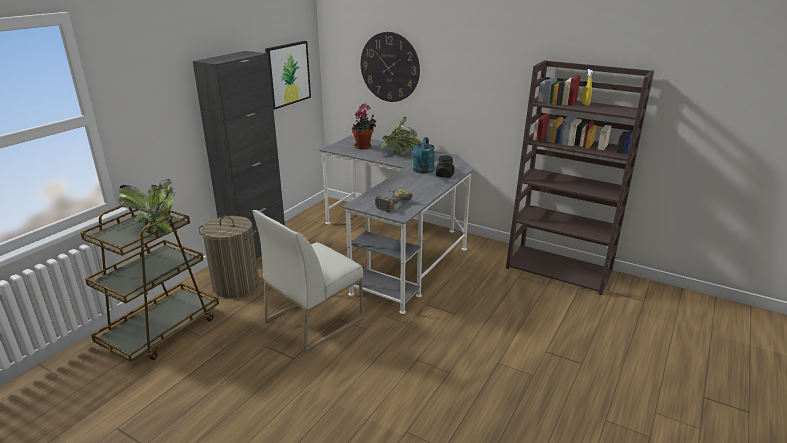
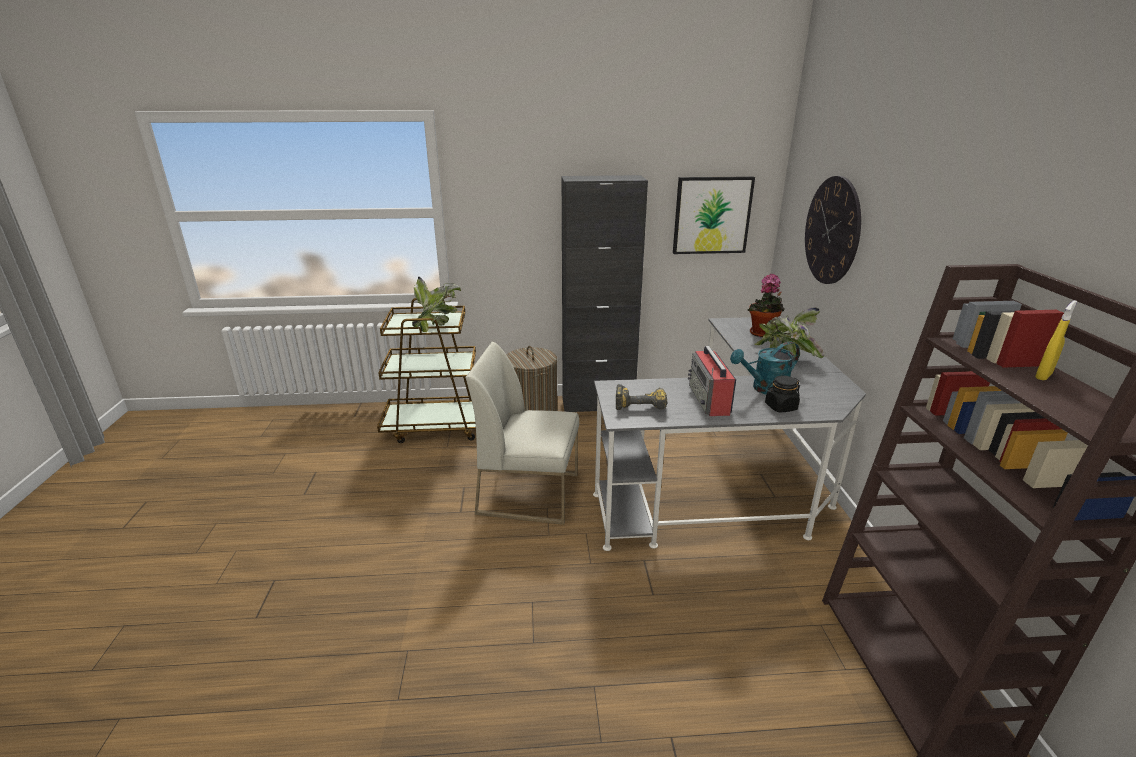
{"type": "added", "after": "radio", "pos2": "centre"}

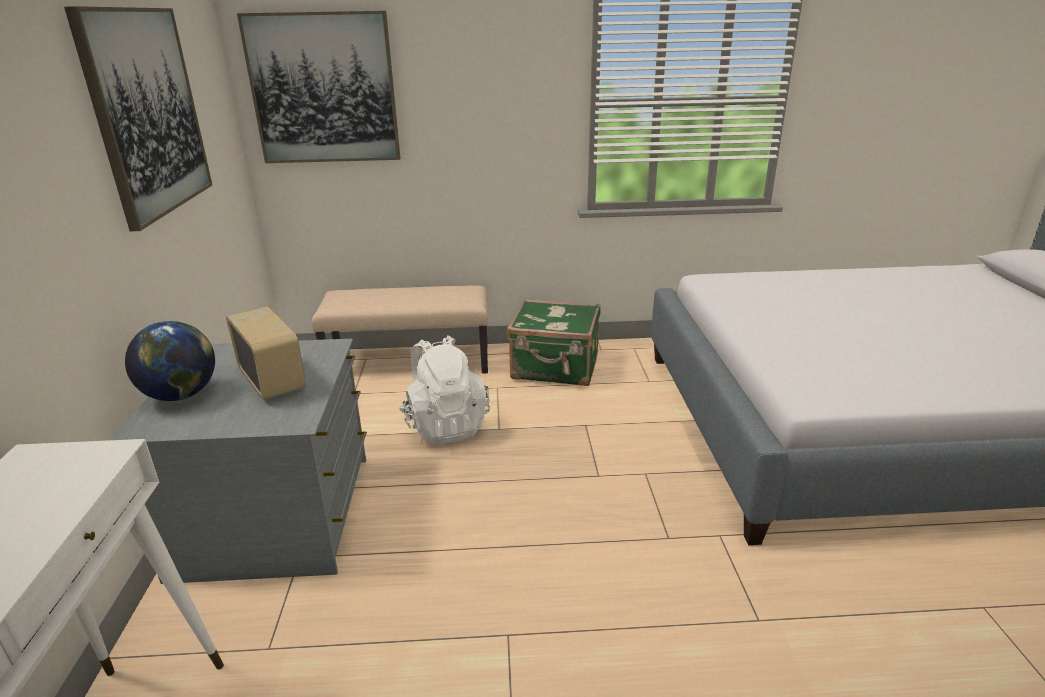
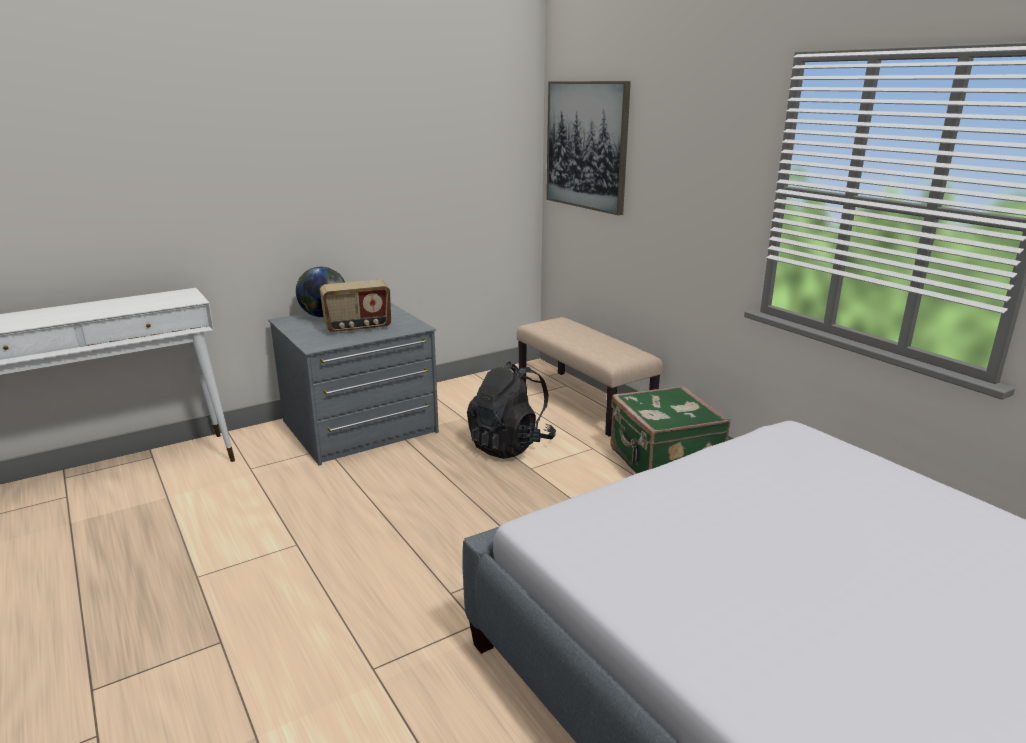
{"type": "removed", "before": "picture (1st from left)", "pos1": "top left"}
{"type": "turned", "before": "radio", "pos1": "middle left", "pos2": "centre", "turn": 45}
{"type": "recoloured", "before": "backpack/white", "after": "backpack/black", "pos1": "centre", "pos2": "centre"}

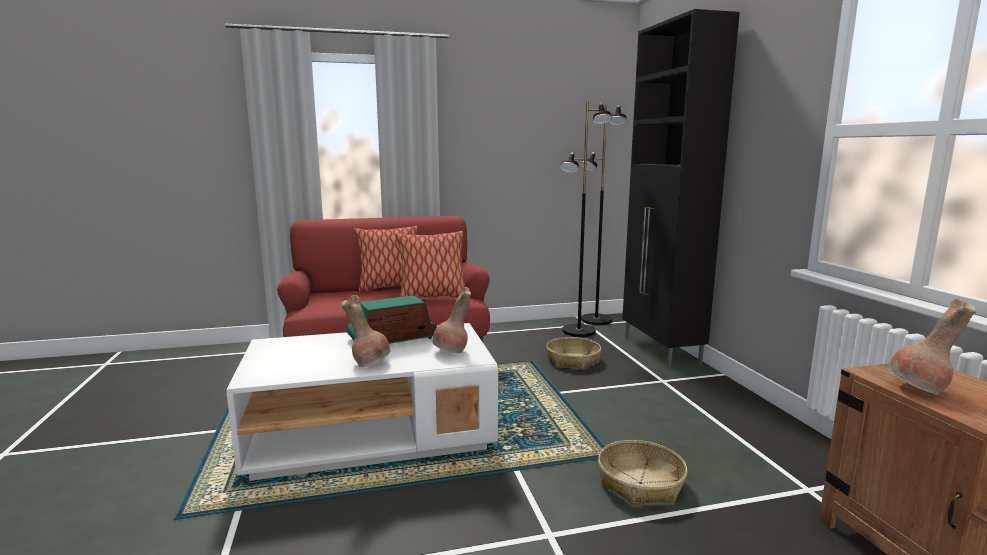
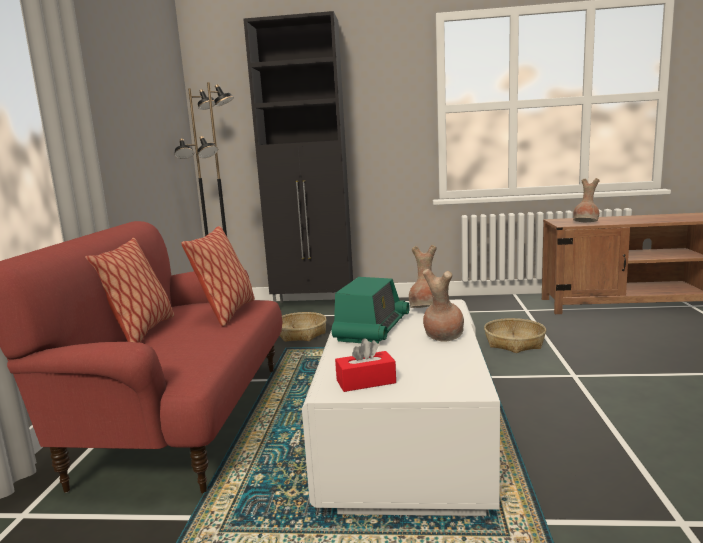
{"type": "turned", "before": "radio", "pos1": "centre", "pos2": "centre", "turn": -150}
{"type": "added", "after": "tissue box/red", "pos2": "bottom centre"}

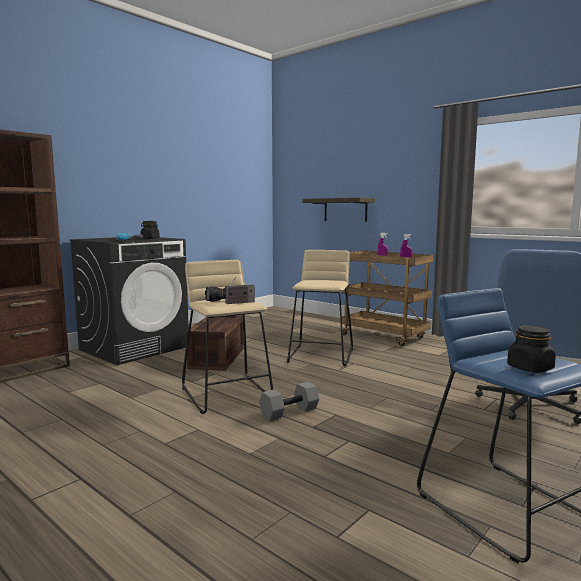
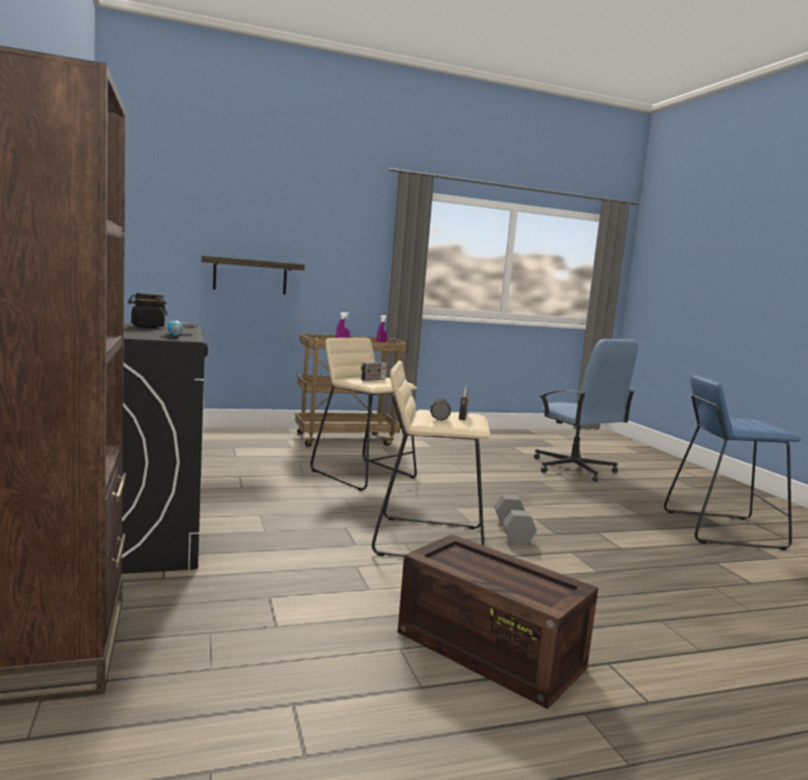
{"type": "moved", "before": "crate", "pos1": "centre", "pos2": "bottom centre"}
{"type": "removed", "before": "jar/black (2nd from left)", "pos1": "middle right"}
{"type": "added", "after": "radio (1st from left)", "pos2": "centre"}

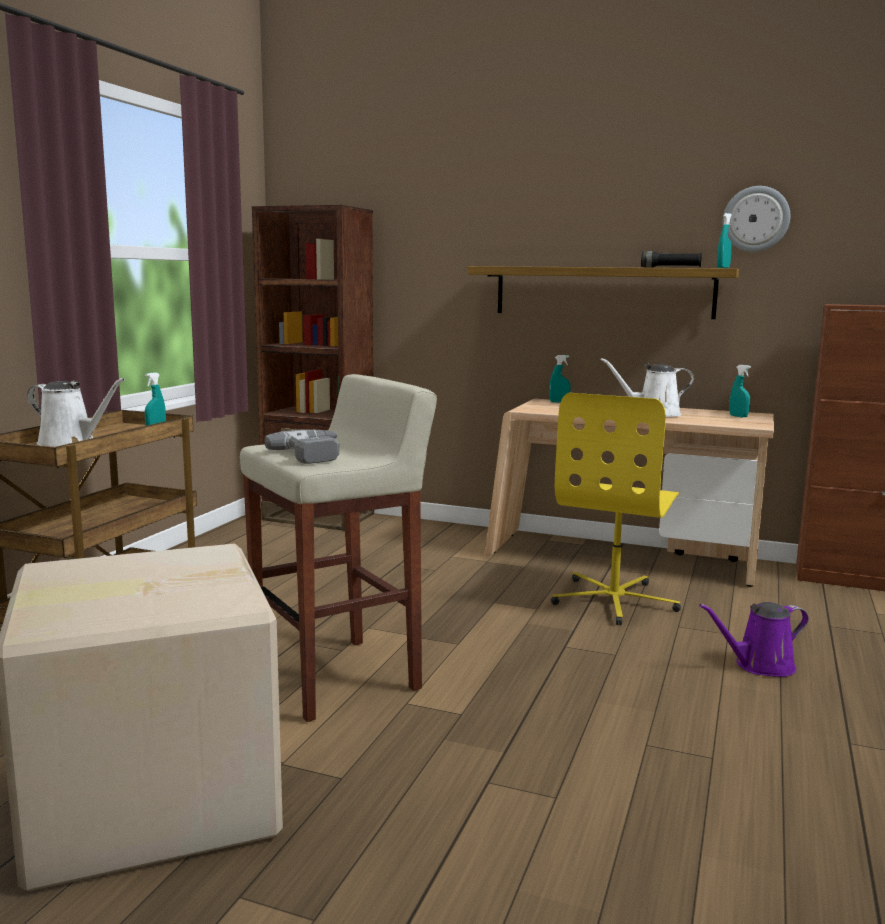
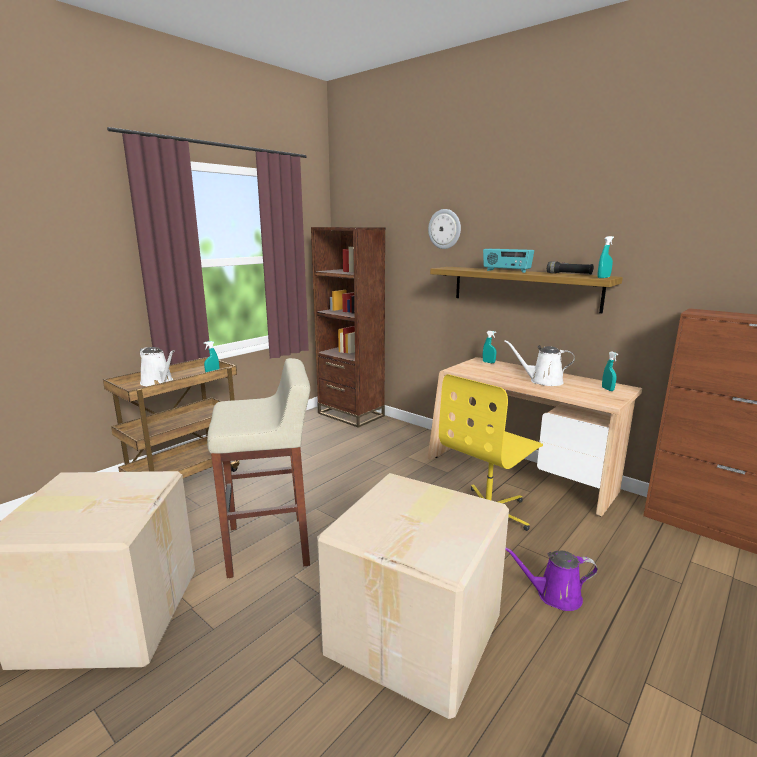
{"type": "removed", "before": "power drill", "pos1": "centre"}
{"type": "moved", "before": "wall clock", "pos1": "top right", "pos2": "top centre"}
{"type": "added", "after": "cardboard box (2nd from left)", "pos2": "bottom centre"}
{"type": "added", "after": "radio", "pos2": "middle right"}

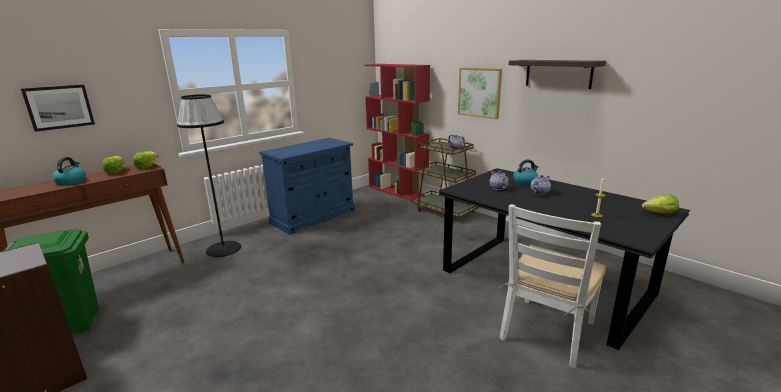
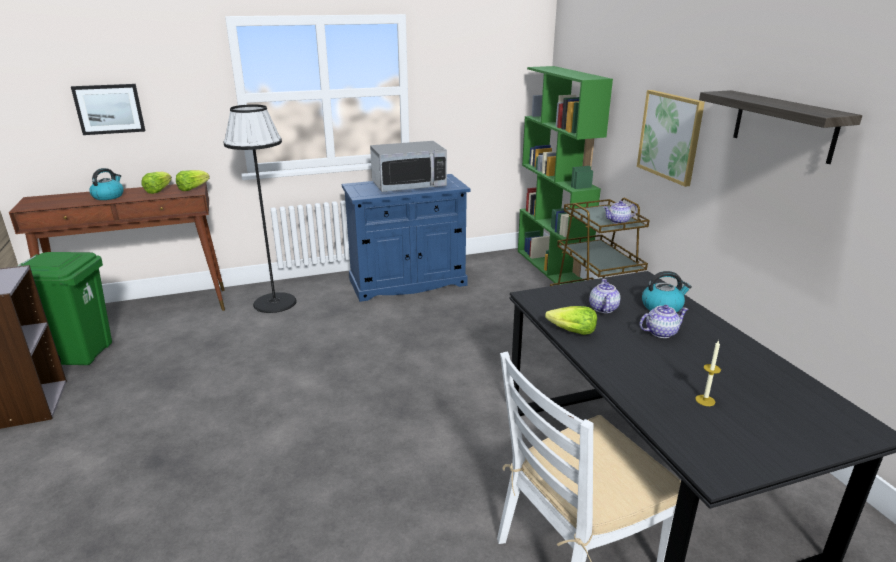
{"type": "recoloured", "before": "bookcase/red", "after": "bookcase/green", "pos1": "centre", "pos2": "top centre"}
{"type": "moved", "before": "lettuce (3rd from left)", "pos1": "middle right", "pos2": "centre"}
{"type": "added", "after": "microwave", "pos2": "top centre"}

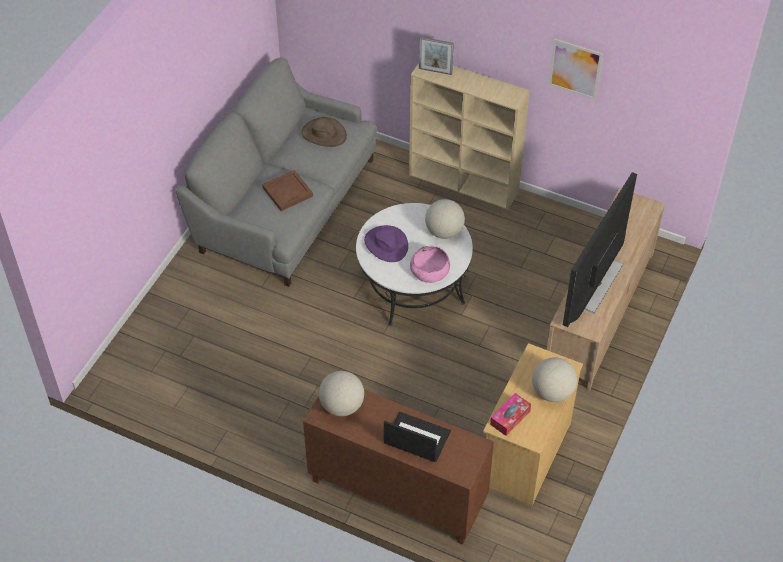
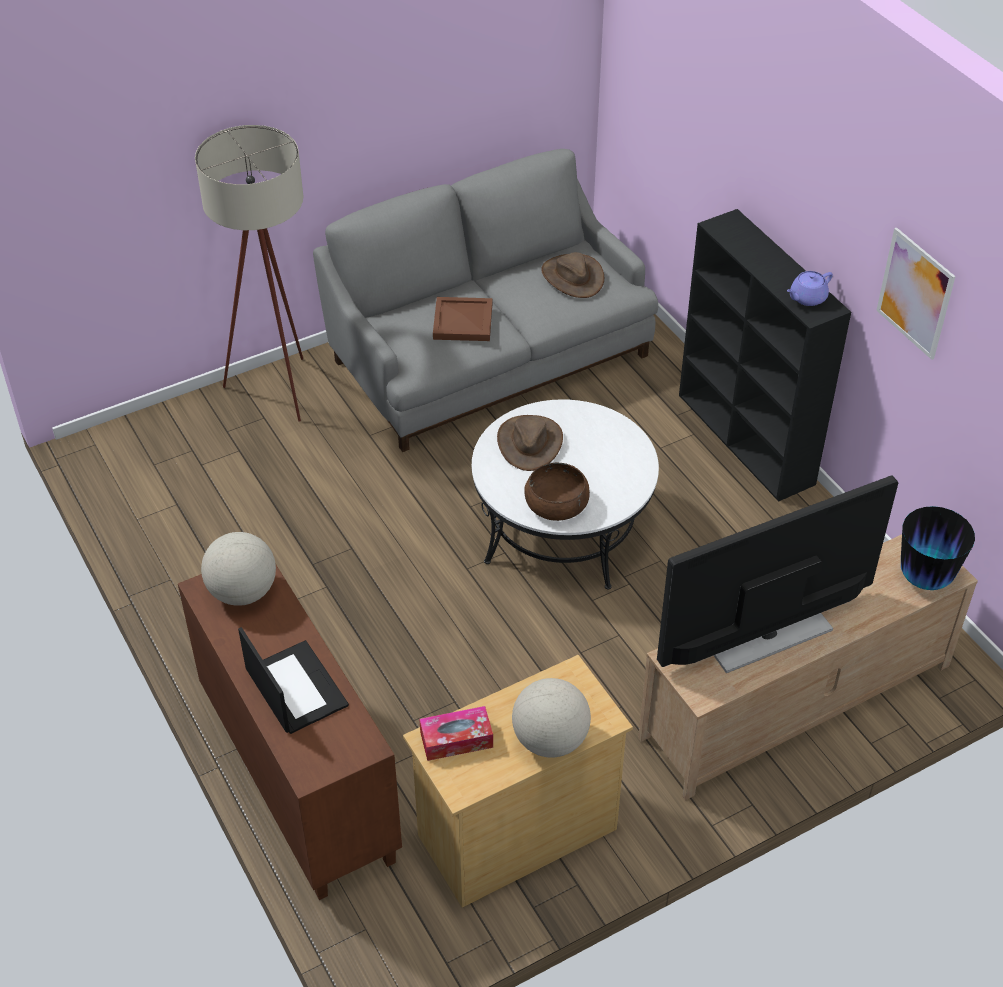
{"type": "recoloured", "before": "hat/purple", "after": "hat/brown (1st from left)", "pos1": "centre", "pos2": "centre"}
{"type": "recoloured", "before": "bookcase/beige", "after": "bookcase/black", "pos1": "top centre", "pos2": "middle right"}
{"type": "recoloured", "before": "bowl/pink", "after": "bowl/brown", "pos1": "centre", "pos2": "centre"}
{"type": "removed", "before": "picture frame", "pos1": "top centre"}
{"type": "removed", "before": "globe (2nd from left)", "pos1": "centre"}
{"type": "added", "after": "floor lamp/beige", "pos2": "top left"}
{"type": "added", "after": "teapot/purple", "pos2": "top right"}
{"type": "added", "after": "vase", "pos2": "middle right"}

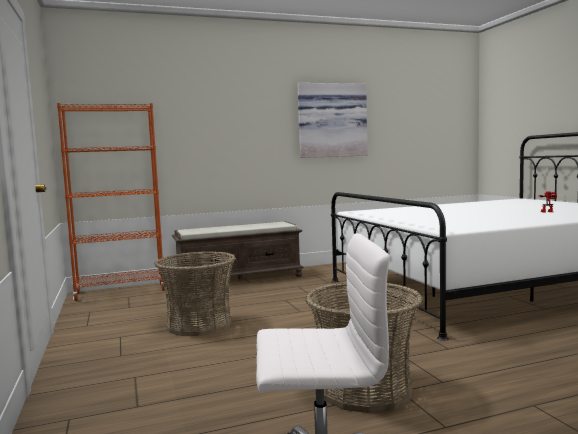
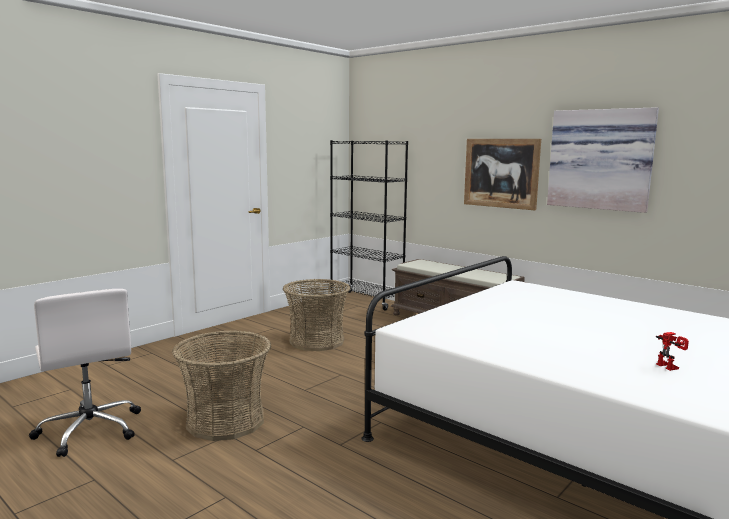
{"type": "recoloured", "before": "bookcase/orange", "after": "bookcase/black", "pos1": "middle left", "pos2": "centre"}
{"type": "added", "after": "picture (1st from left)", "pos2": "middle right"}

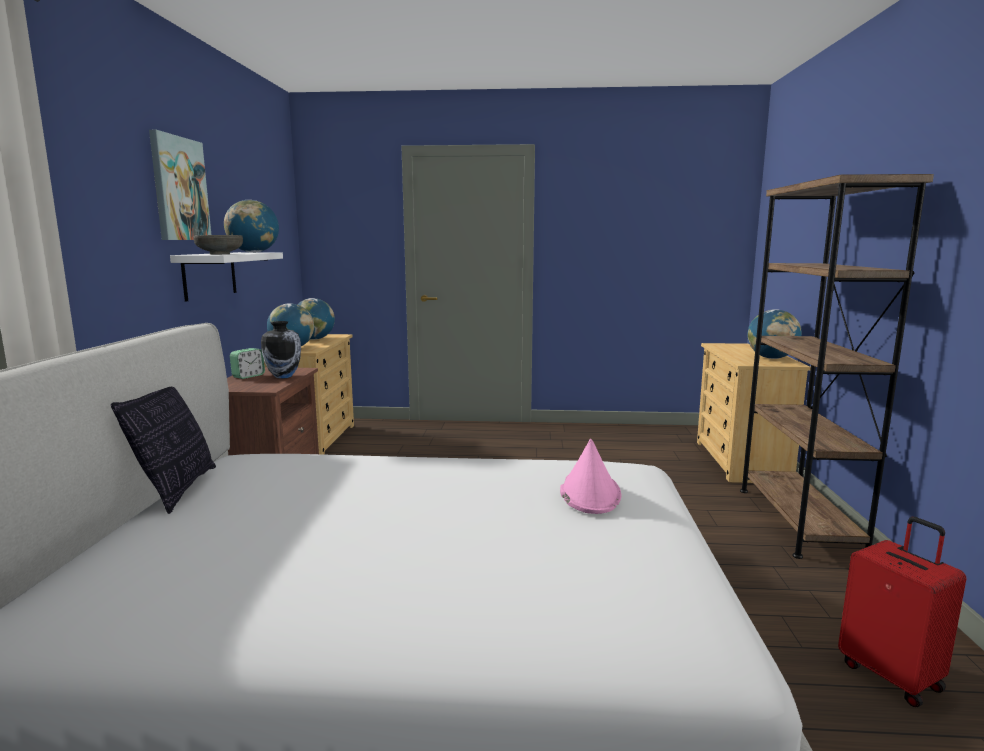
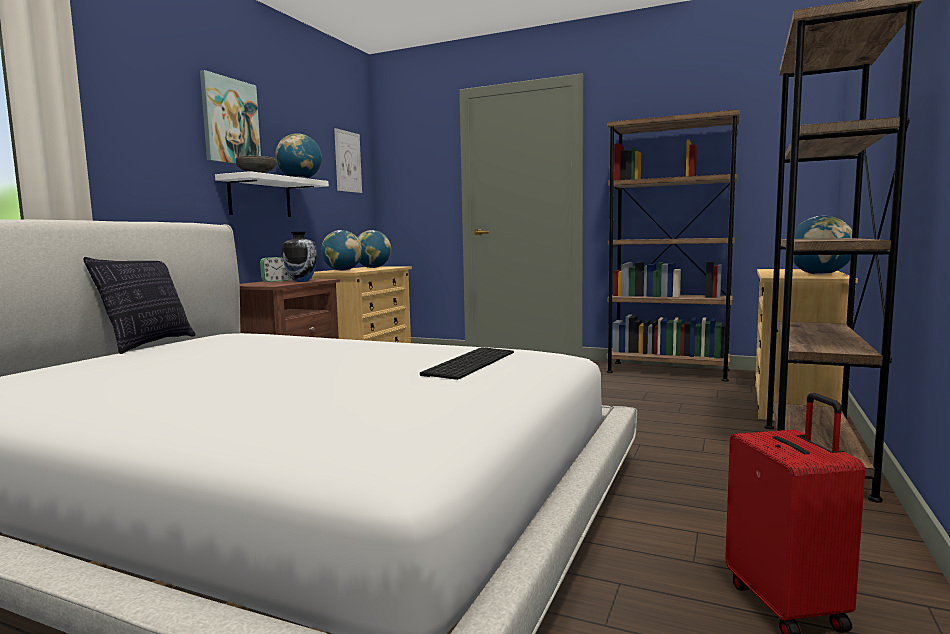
{"type": "replaced", "before": "hat/pink", "after": "keyboard", "pos1": "centre", "pos2": "centre"}
{"type": "added", "after": "picture (2nd from left)", "pos2": "top centre"}
{"type": "added", "after": "bookcase/brown (1st from left)", "pos2": "middle right"}

